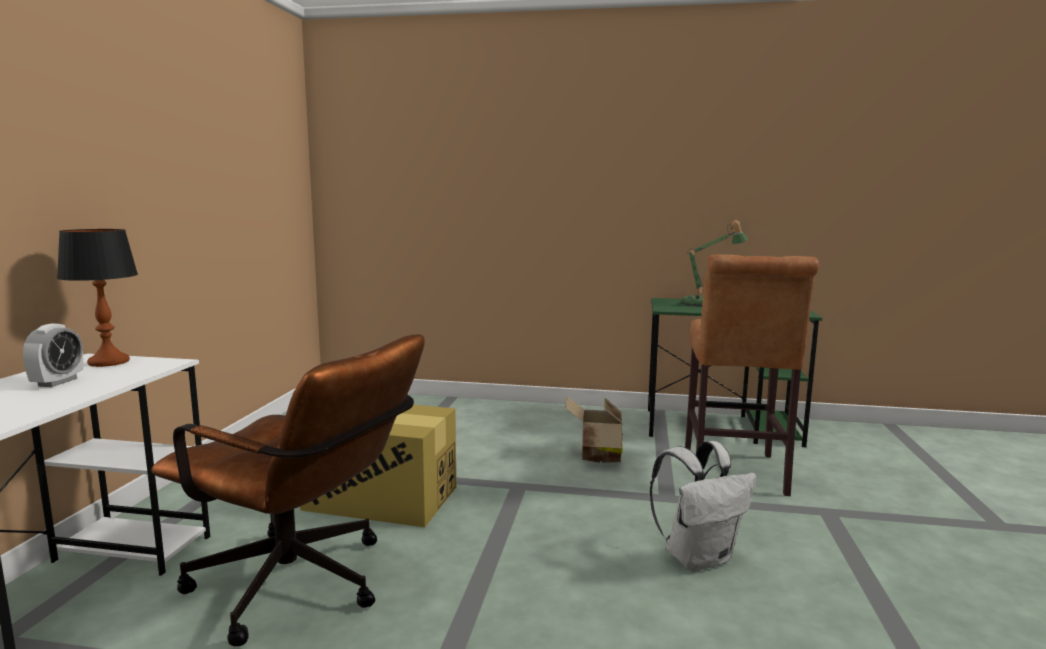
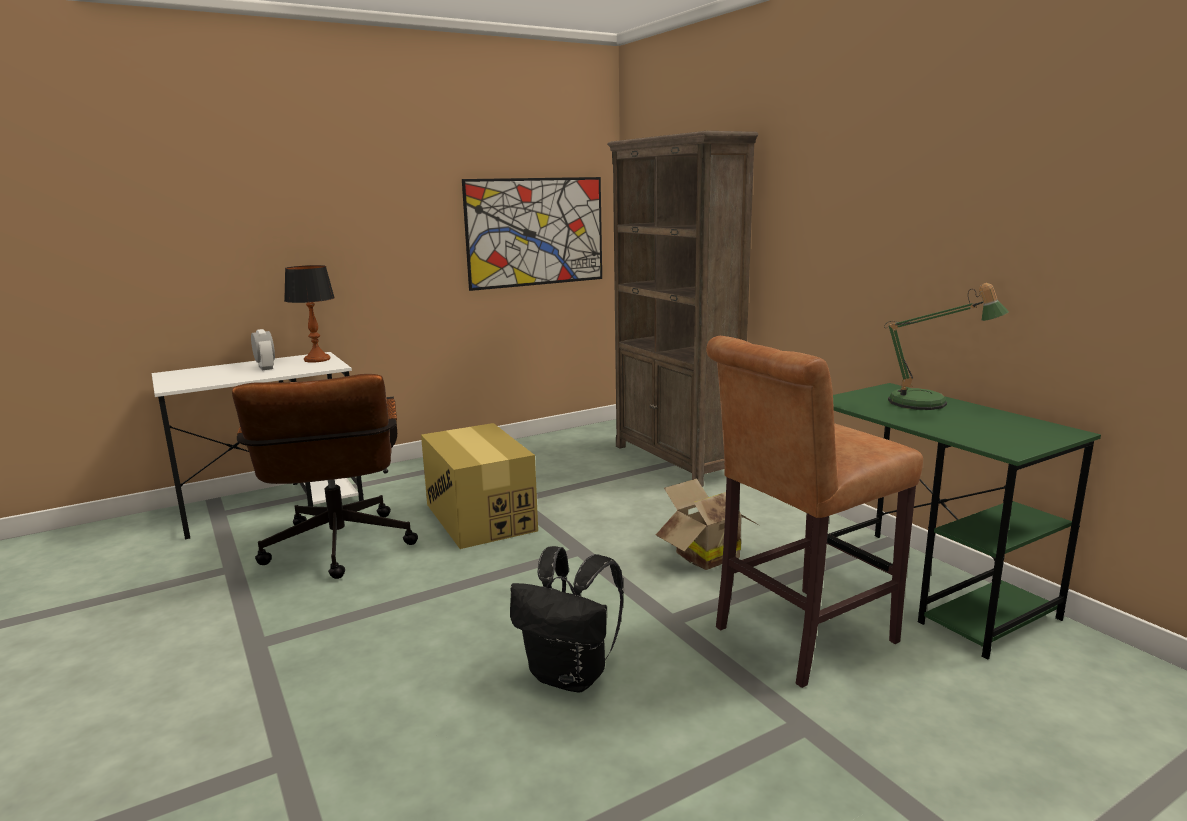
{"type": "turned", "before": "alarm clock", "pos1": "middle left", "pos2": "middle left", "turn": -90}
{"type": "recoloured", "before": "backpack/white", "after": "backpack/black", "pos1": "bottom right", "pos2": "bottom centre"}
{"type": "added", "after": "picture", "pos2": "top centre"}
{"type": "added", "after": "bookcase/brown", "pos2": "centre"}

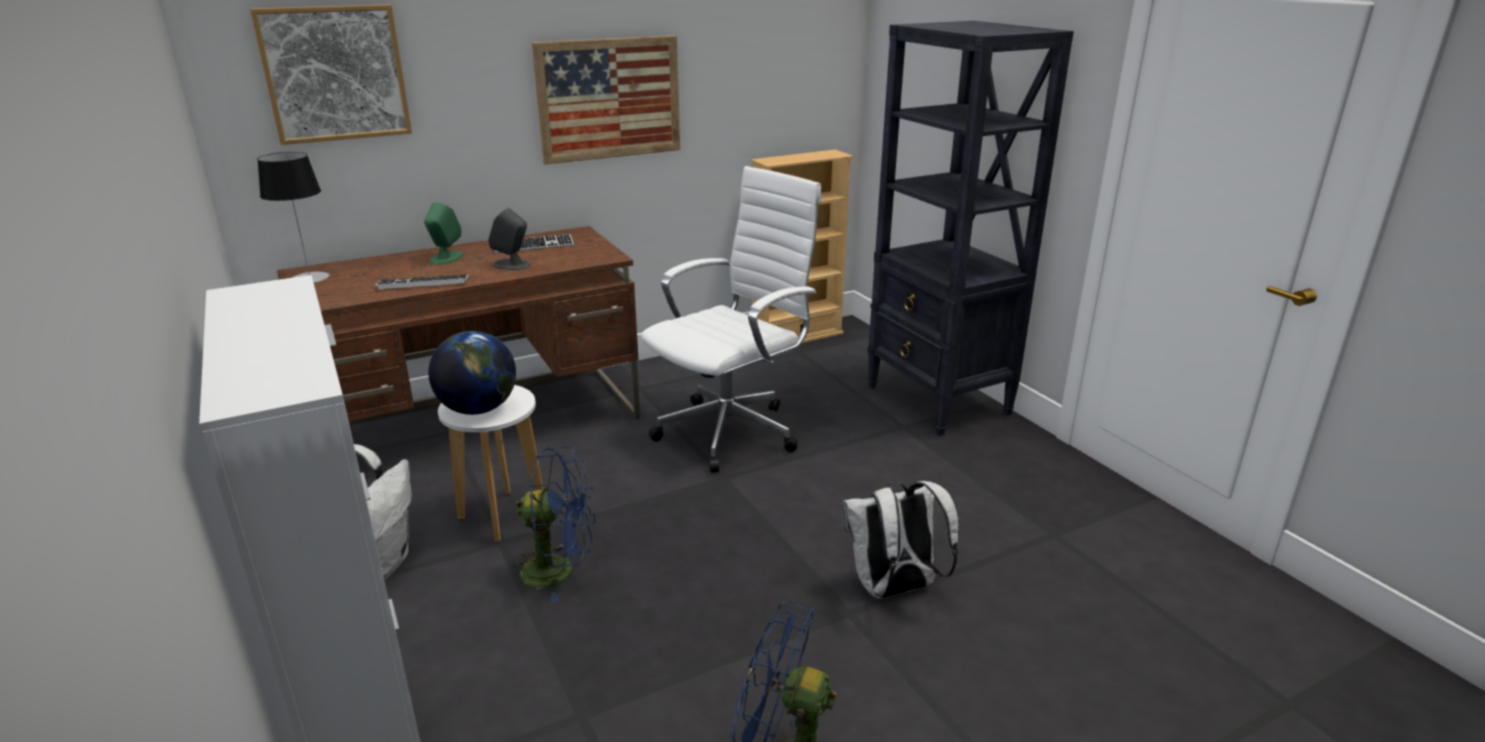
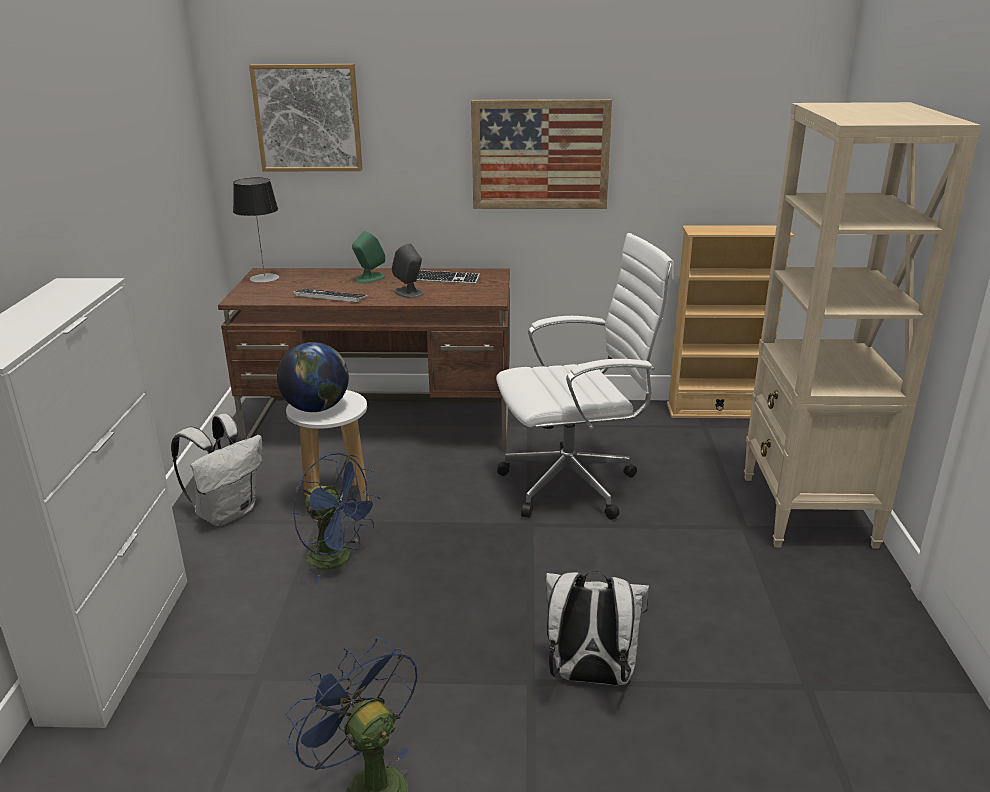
{"type": "recoloured", "before": "bookcase/black", "after": "bookcase/beige (2nd from left)", "pos1": "top centre", "pos2": "middle right"}

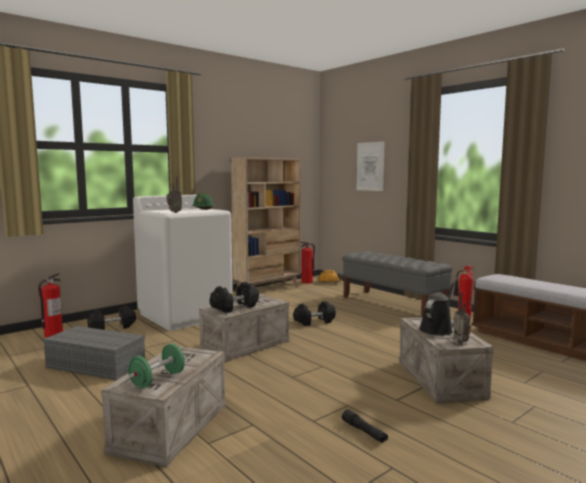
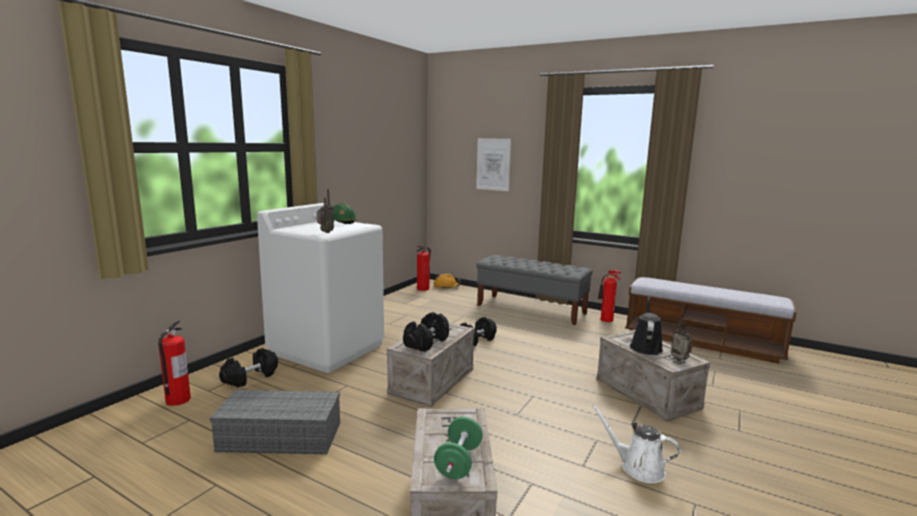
{"type": "removed", "before": "bookcase/beige", "pos1": "centre"}
{"type": "replaced", "before": "flashlight/black", "after": "watering can/white", "pos1": "bottom centre", "pos2": "bottom right"}

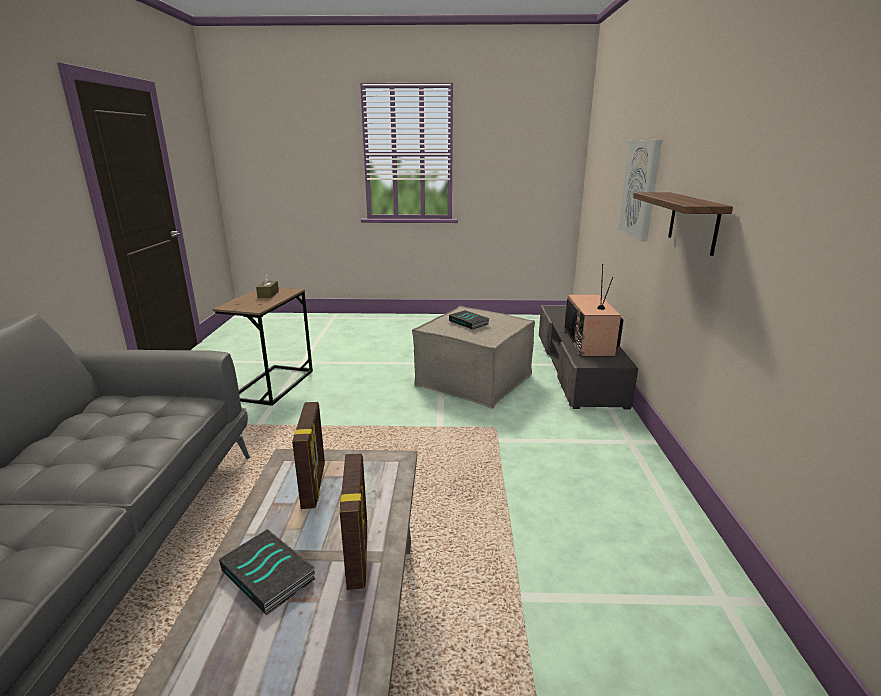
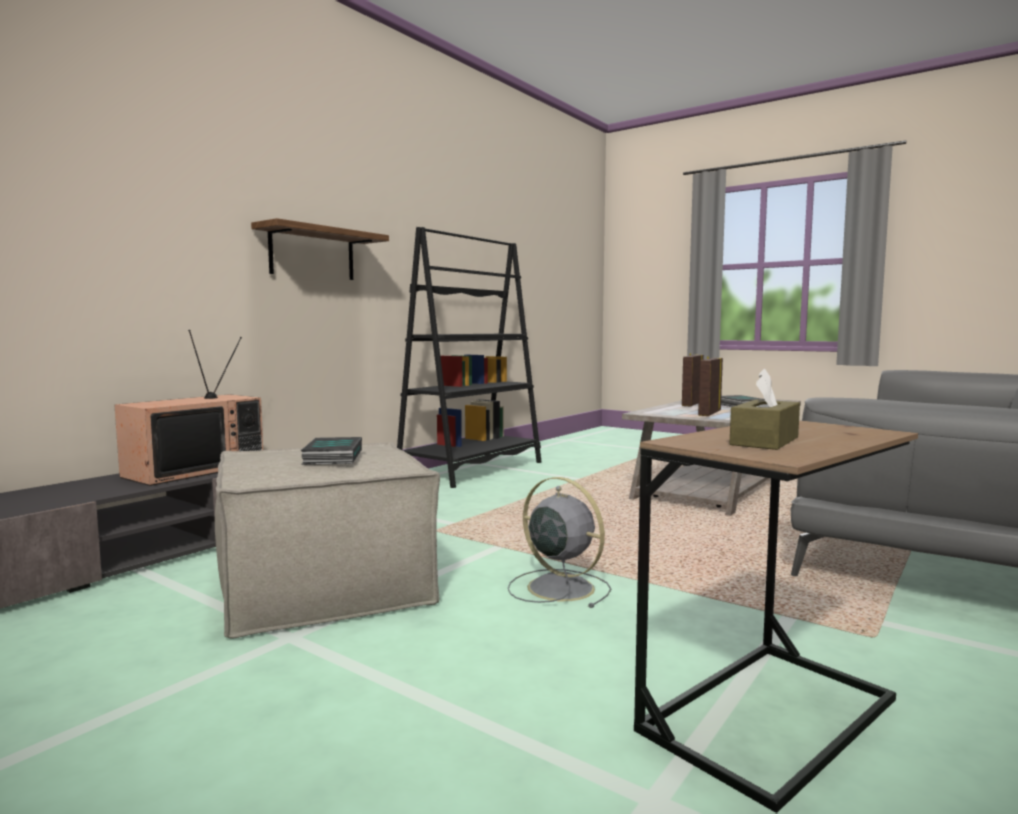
{"type": "removed", "before": "picture", "pos1": "top right"}
{"type": "added", "after": "bookcase/black", "pos2": "centre"}
{"type": "added", "after": "fan/grey", "pos2": "centre"}

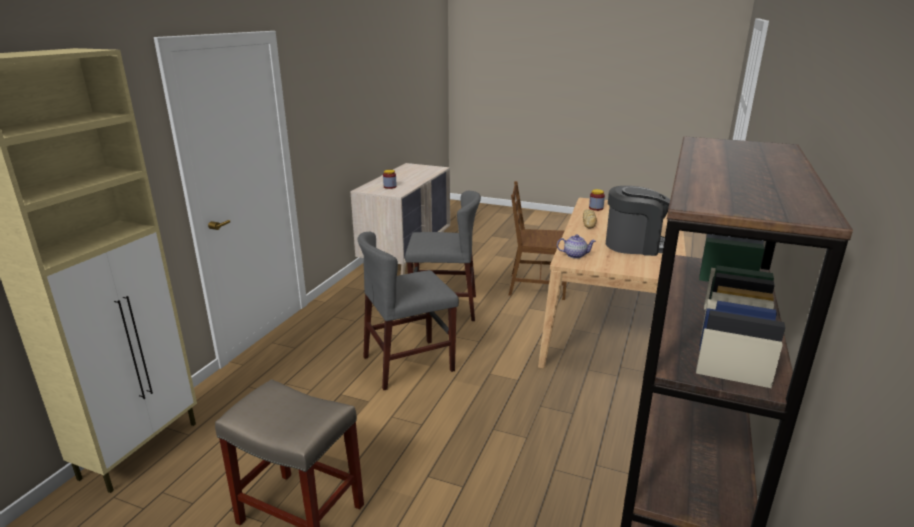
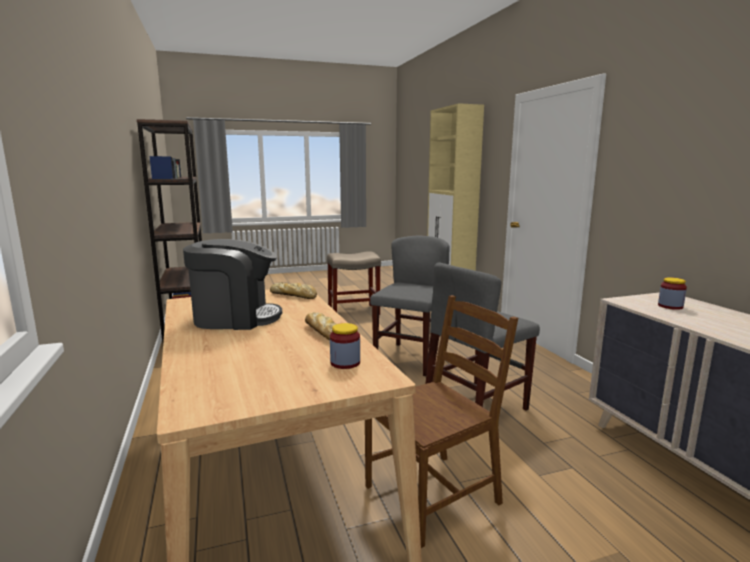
{"type": "replaced", "before": "teapot", "after": "bread (1st from left)", "pos1": "centre", "pos2": "centre"}
{"type": "turned", "before": "coffee machine", "pos1": "middle right", "pos2": "middle left", "turn": -150}

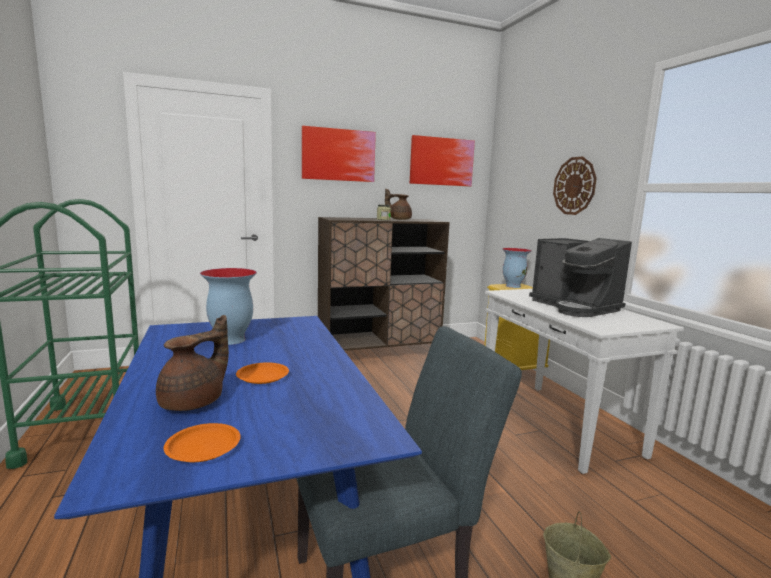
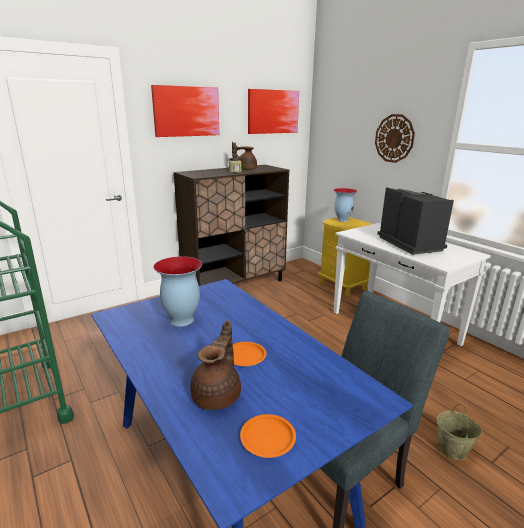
{"type": "turned", "before": "coffee machine", "pos1": "middle right", "pos2": "middle right", "turn": -150}

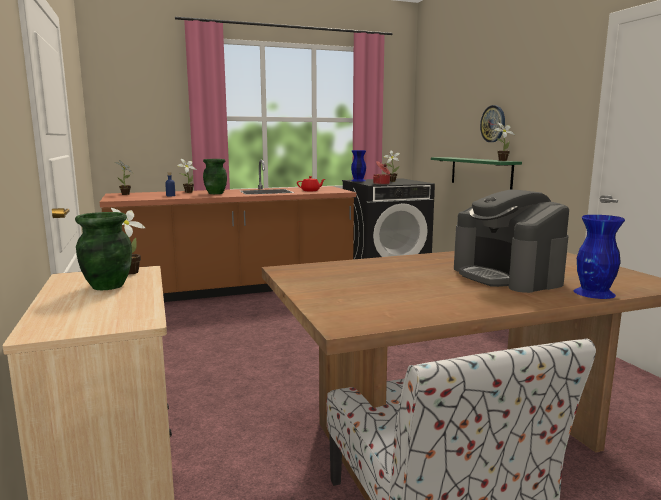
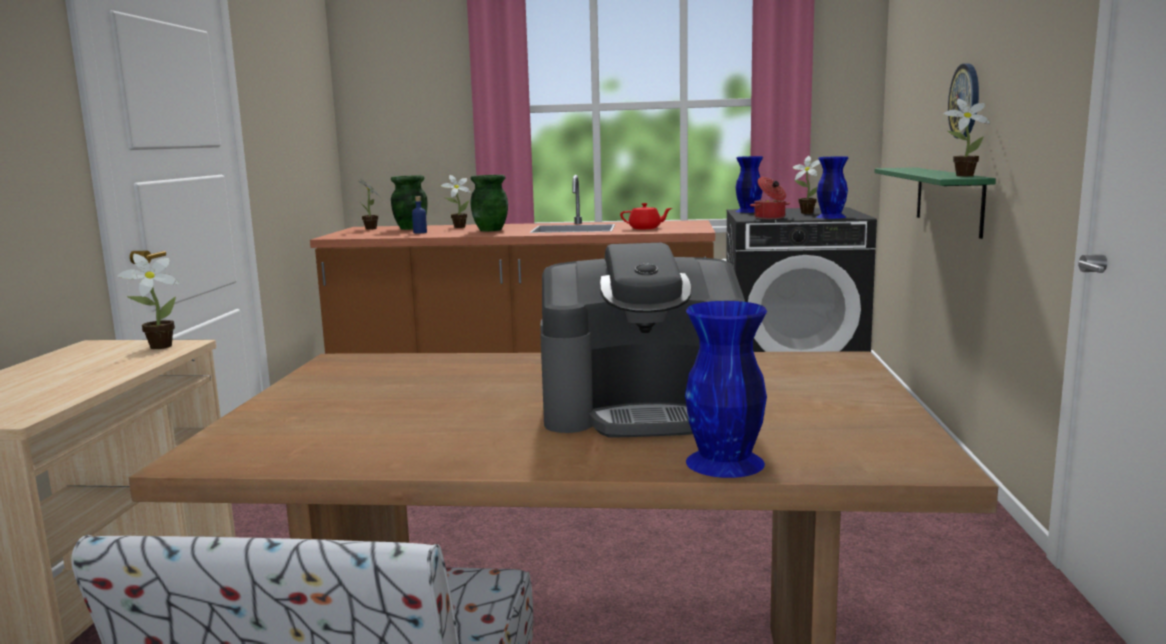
{"type": "moved", "before": "vase/green (1st from left)", "pos1": "middle left", "pos2": "top centre"}
{"type": "turned", "before": "coffee machine", "pos1": "middle right", "pos2": "centre", "turn": -90}
{"type": "added", "after": "vase/blue (3rd from left)", "pos2": "top right"}

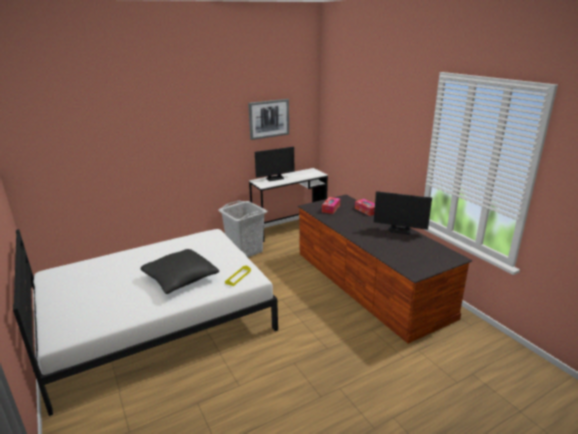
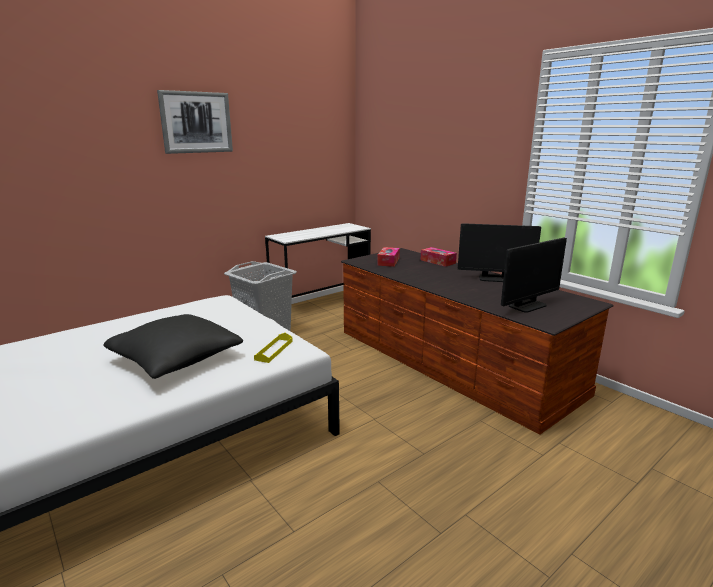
{"type": "moved", "before": "picture", "pos1": "top centre", "pos2": "top left"}
{"type": "moved", "before": "monitor (1st from left in the first image)", "after": "monitor (2nd from left)", "pos1": "centre", "pos2": "middle right"}

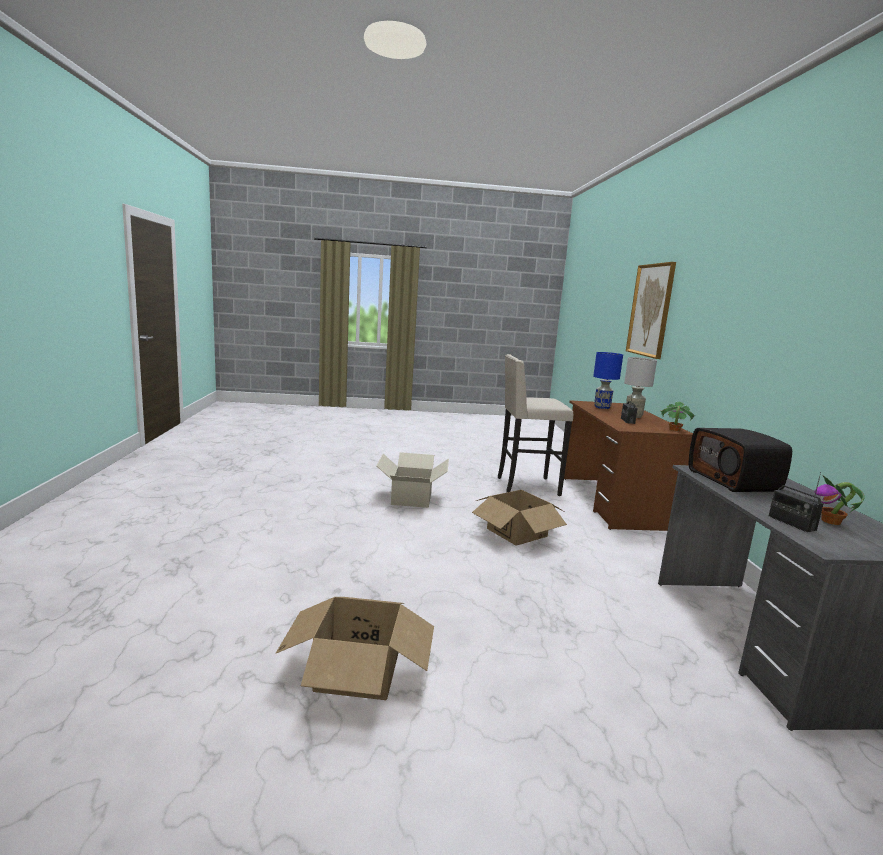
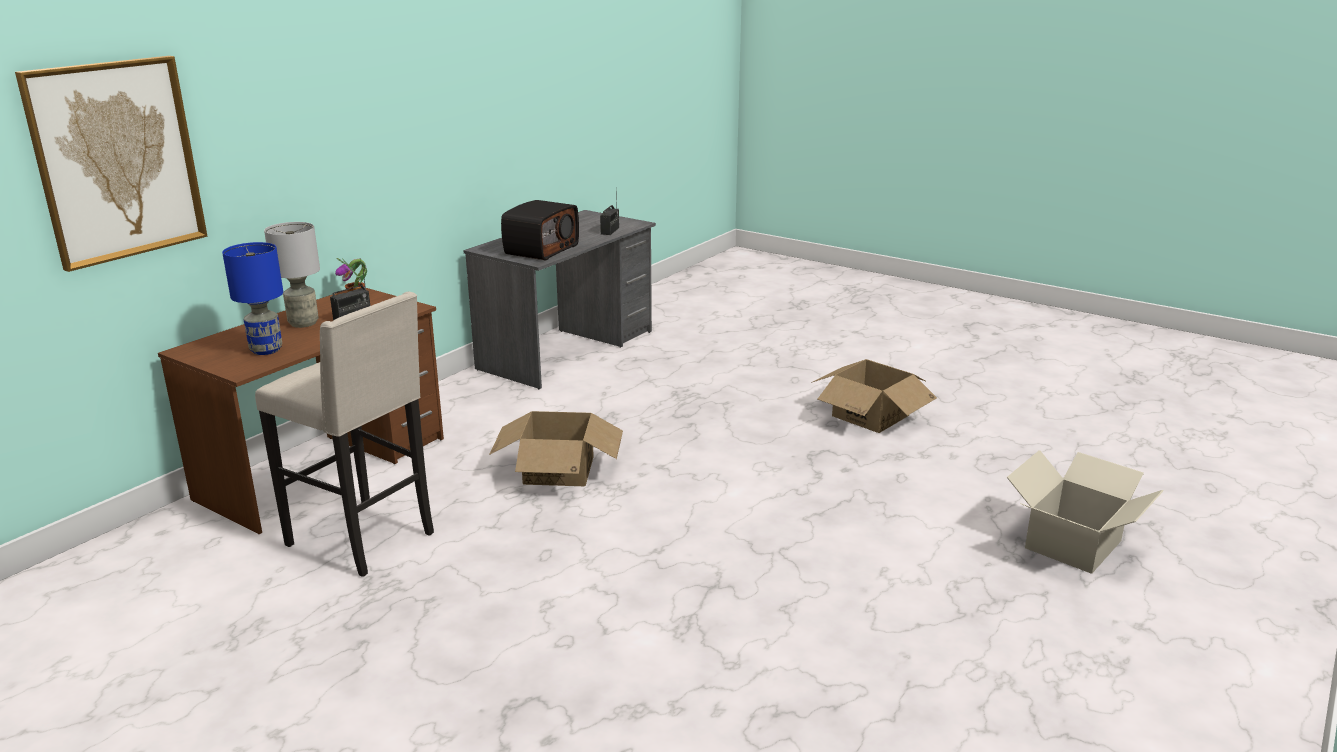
{"type": "moved", "before": "cardboard box (2nd from left in the first image)", "after": "cardboard box (3rd from left)", "pos1": "centre", "pos2": "bottom right"}
{"type": "removed", "before": "potted plant (2nd from left)", "pos1": "middle right"}

